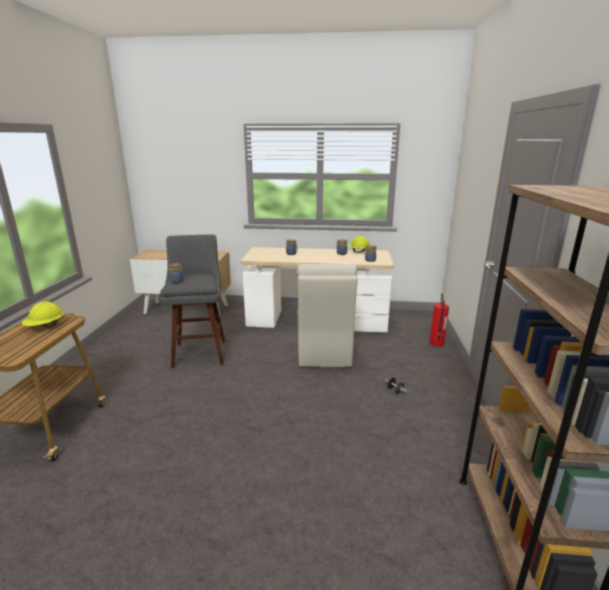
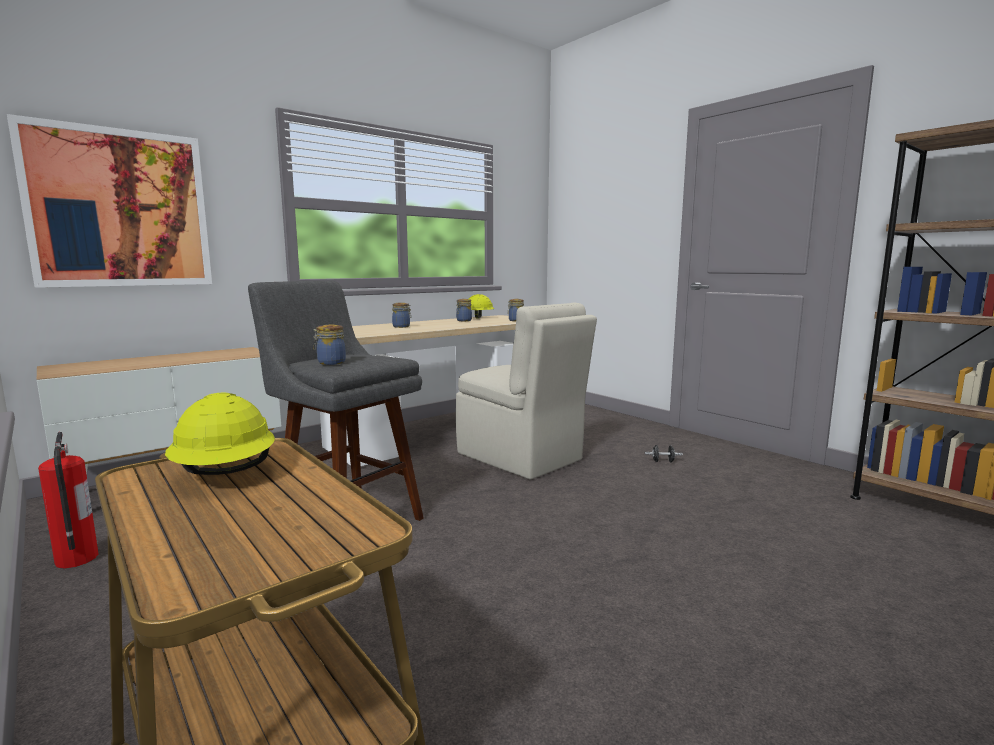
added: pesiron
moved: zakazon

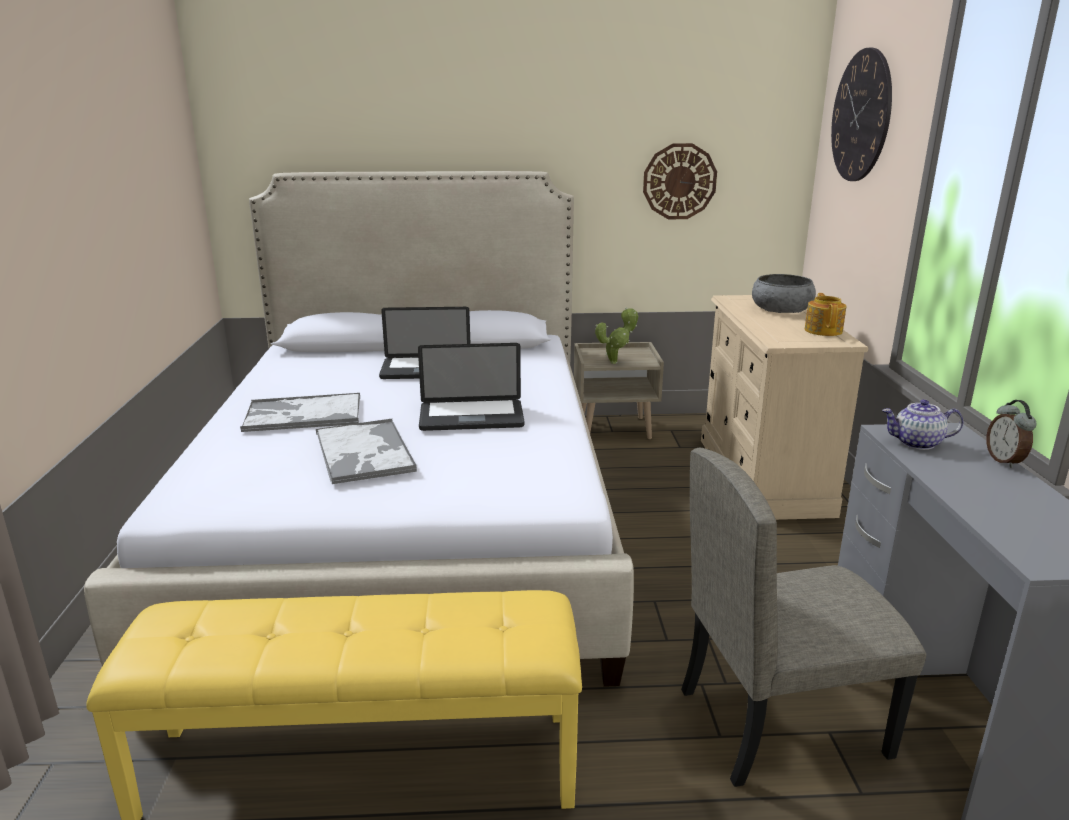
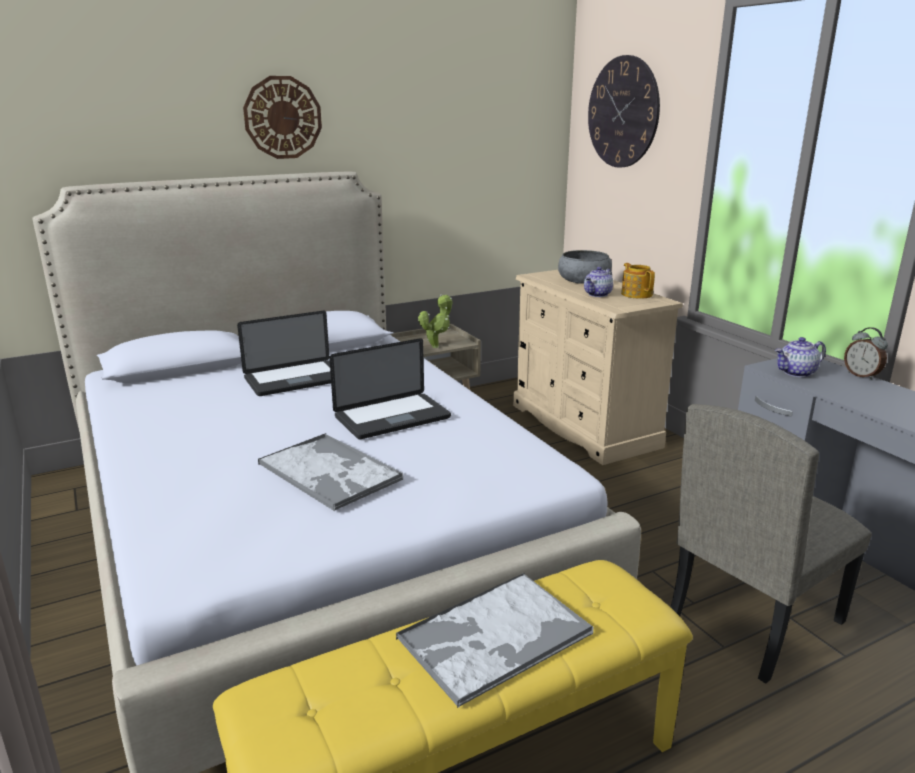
added: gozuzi (1st from left)
moved: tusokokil (1st from left in the first image) to tusokokil (2nd from left); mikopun (1st from left)

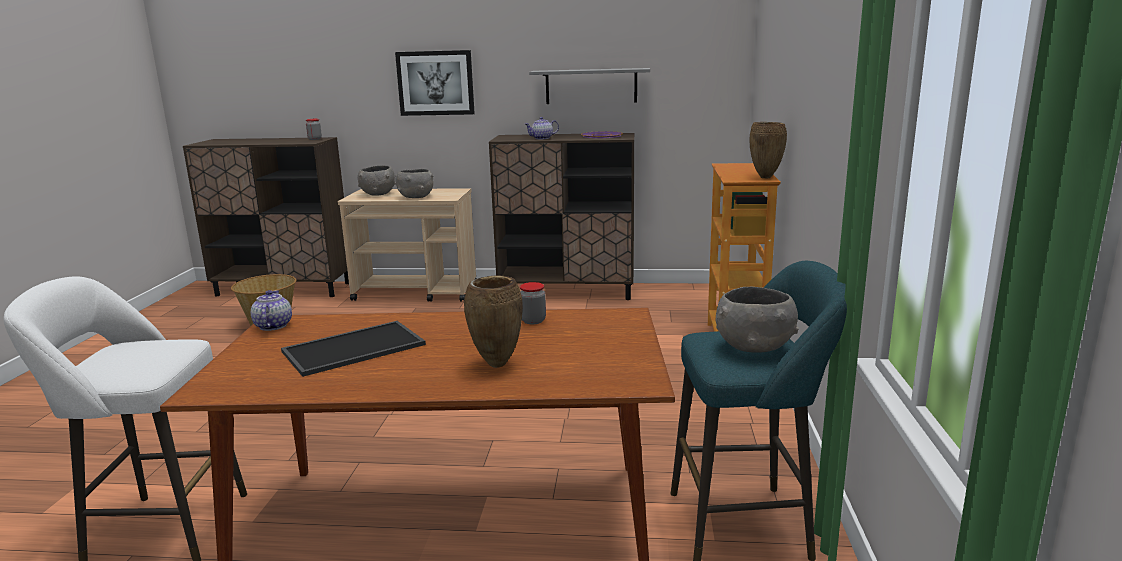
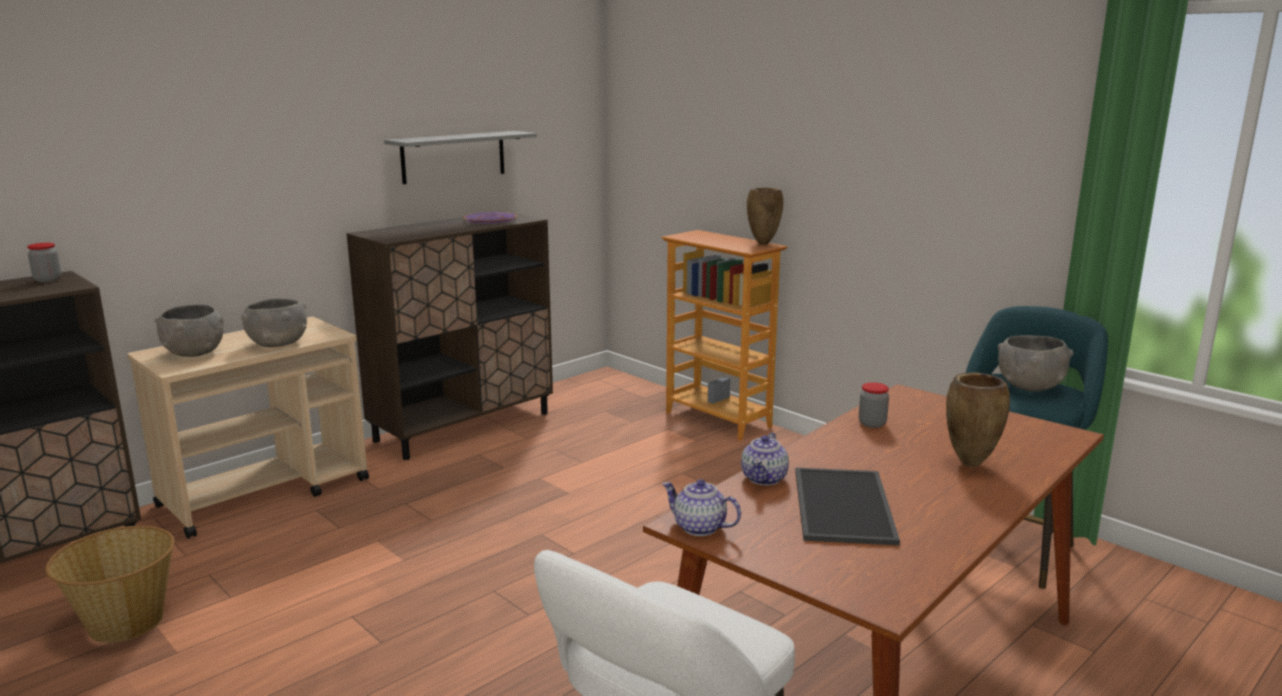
removed: pesiron
moved: gozuzi (2nd from left)

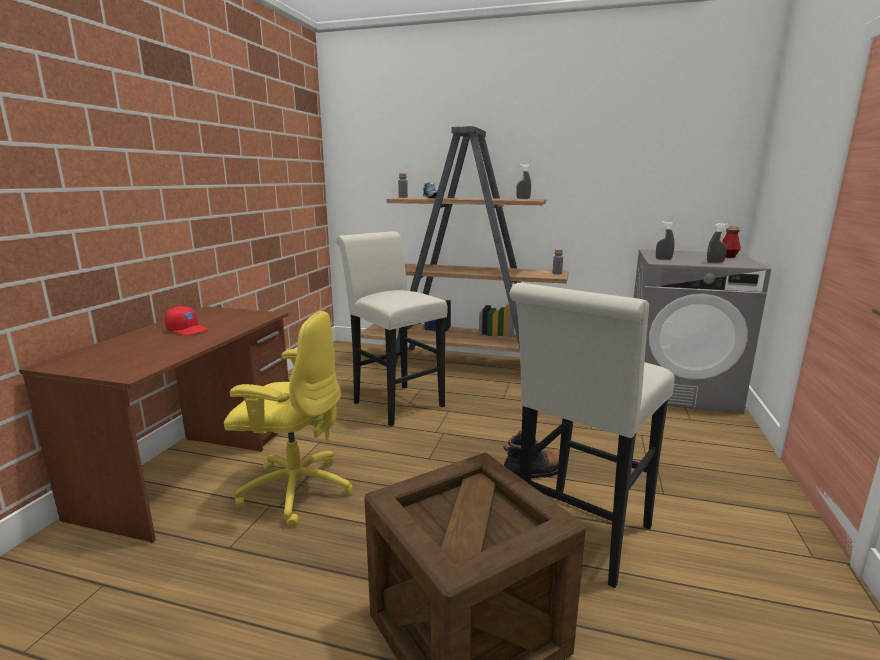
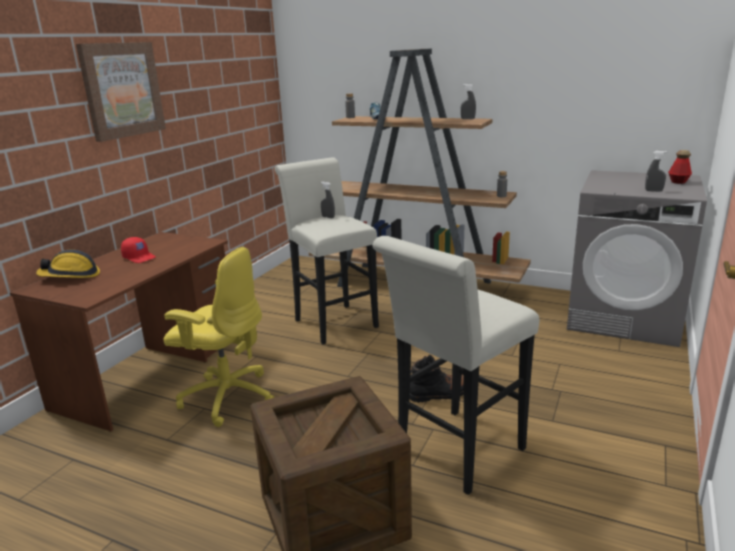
added: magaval; pesiron
moved: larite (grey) (2nd from left in the first image) to larite (grey) (1st from left)

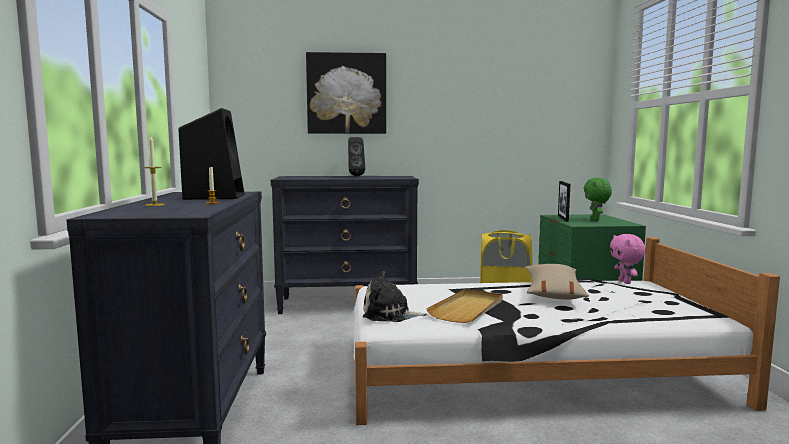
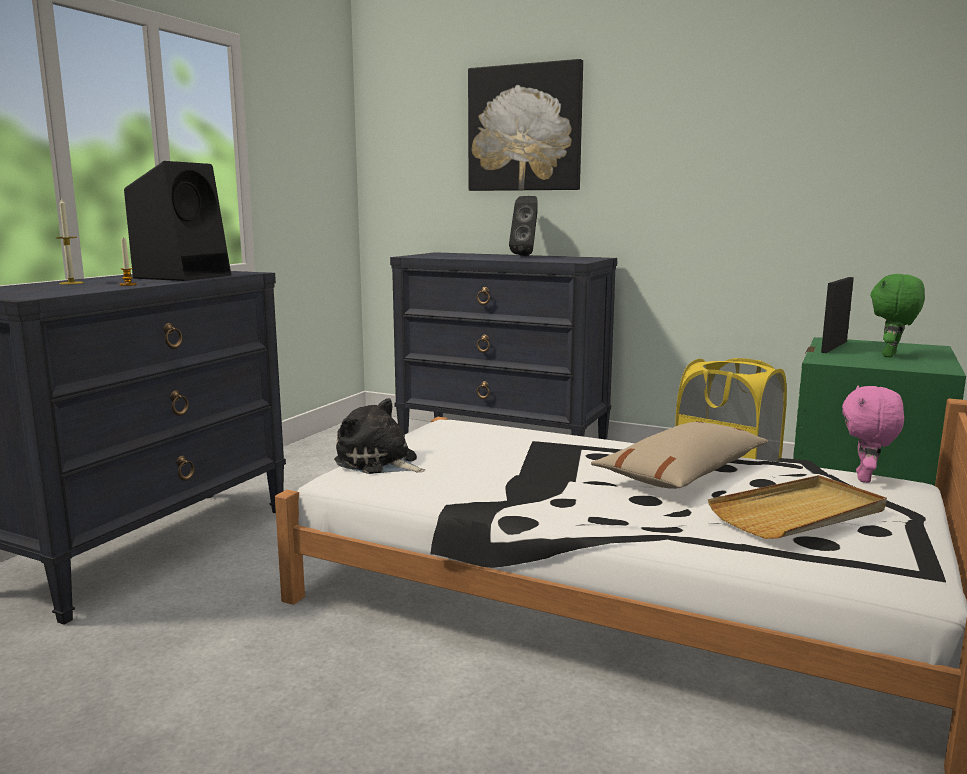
moved: tusokokil (beige)

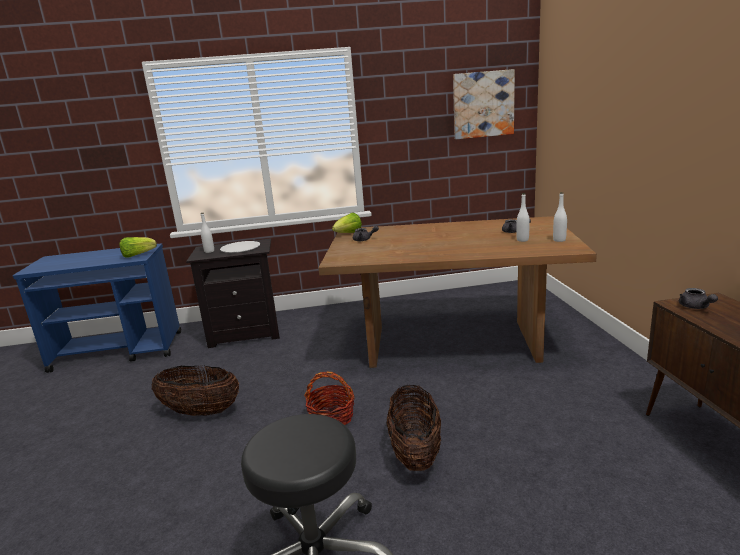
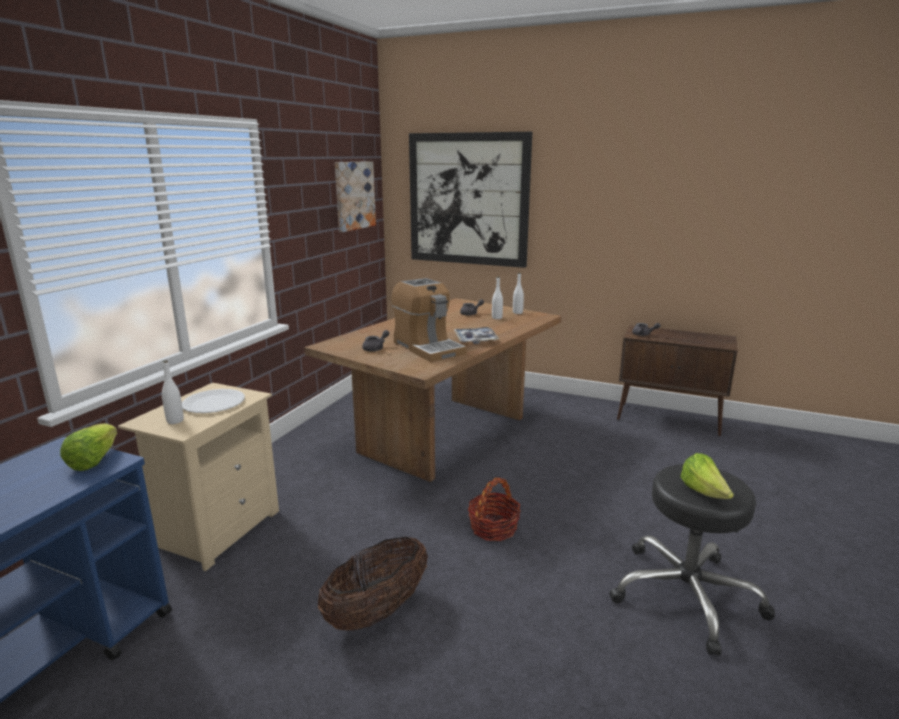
removed: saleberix (3rd from left)
added: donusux; pesiron (2nd from left); tusokokil
moved: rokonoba (2nd from left)
recoloured: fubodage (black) to fubodage (beige)

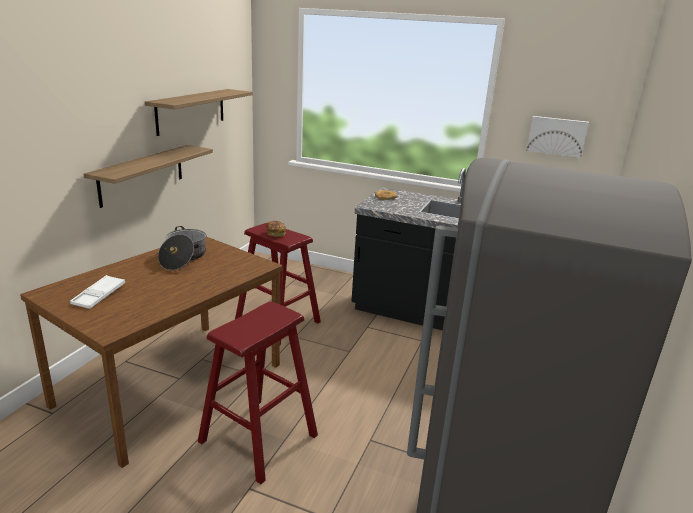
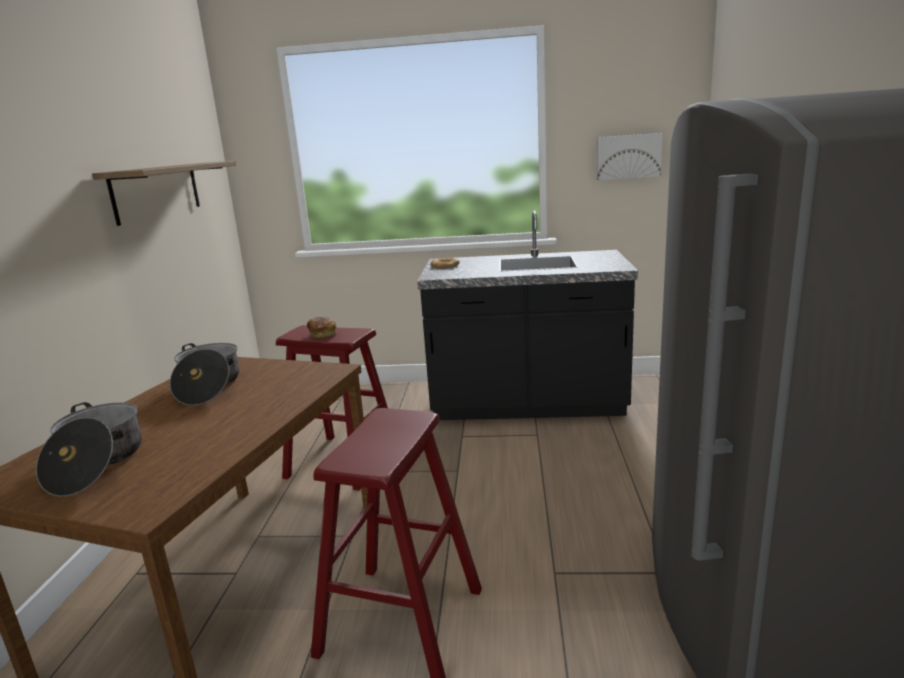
removed: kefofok (1st from left)
replaced: tusokokil (white) to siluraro (1st from left)

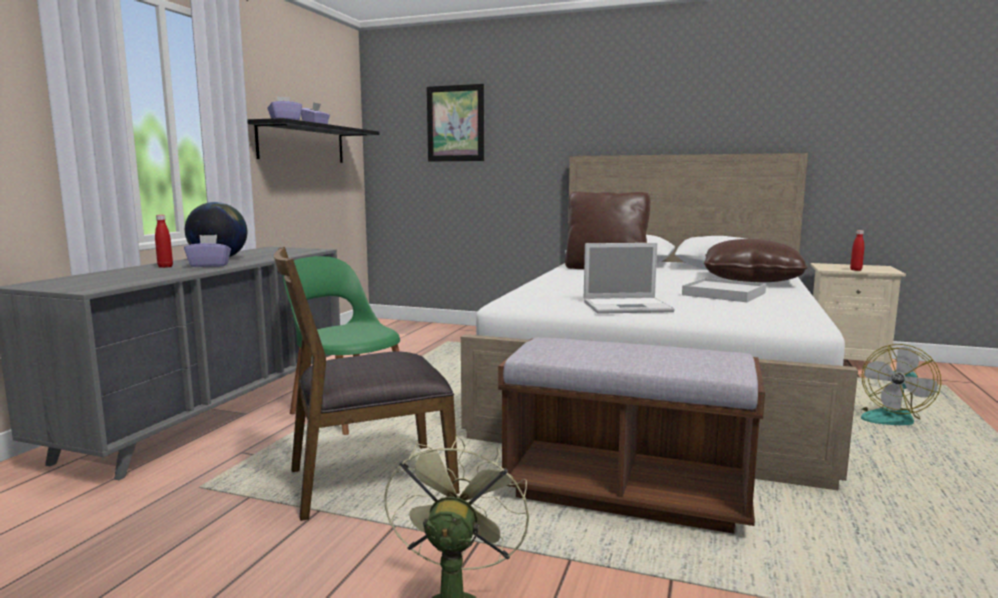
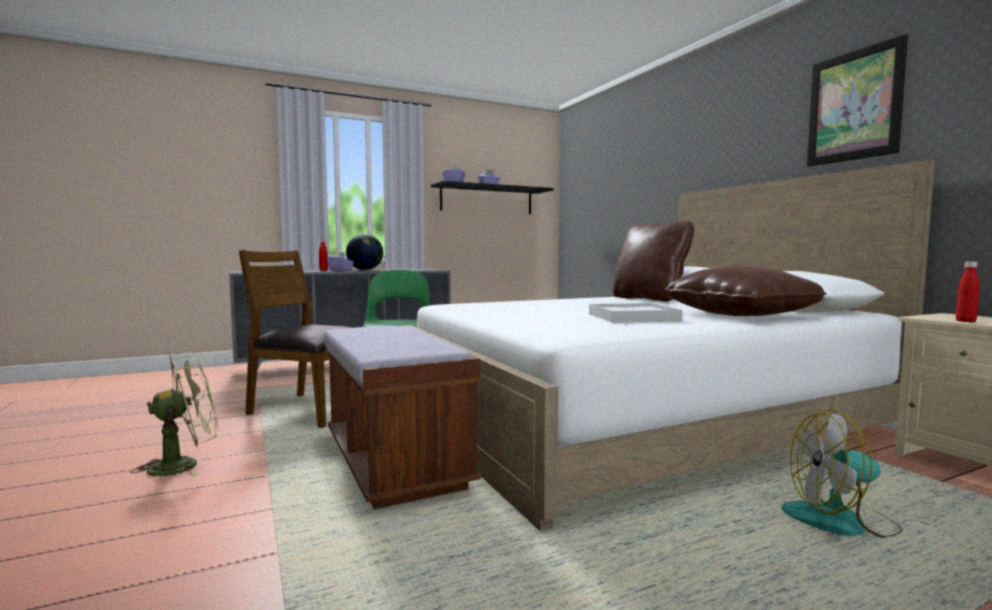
removed: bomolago
moved: pesiron

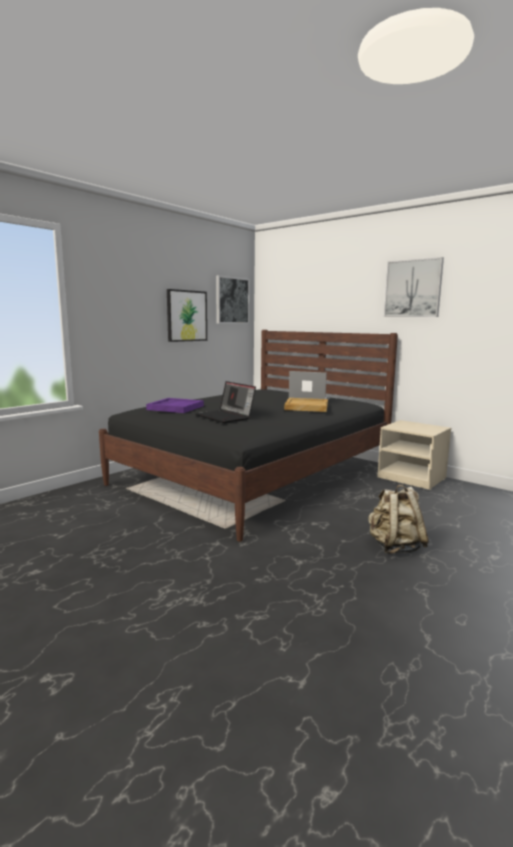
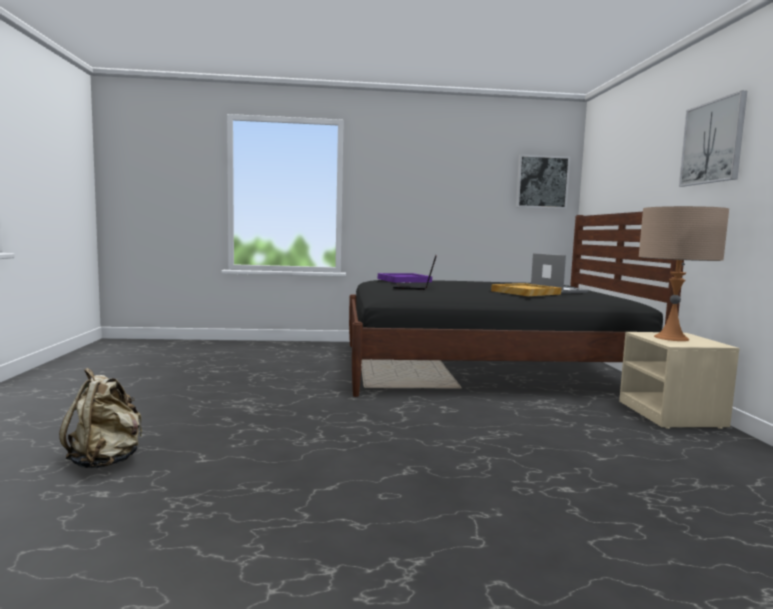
removed: pesiron (1st from left)
added: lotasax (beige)
moved: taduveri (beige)

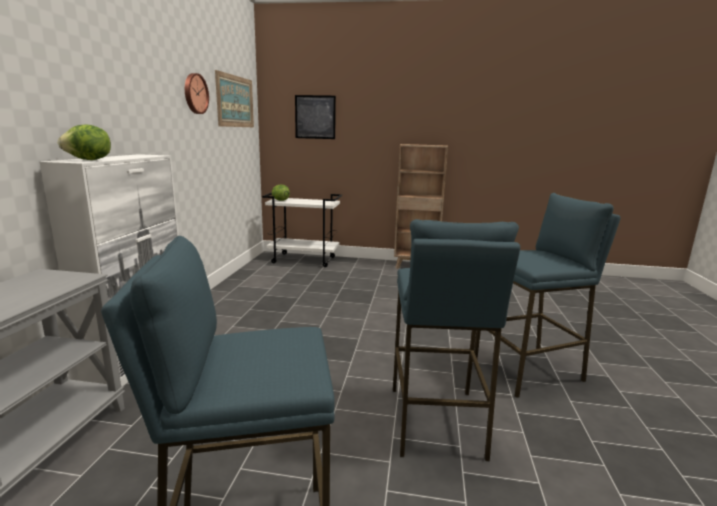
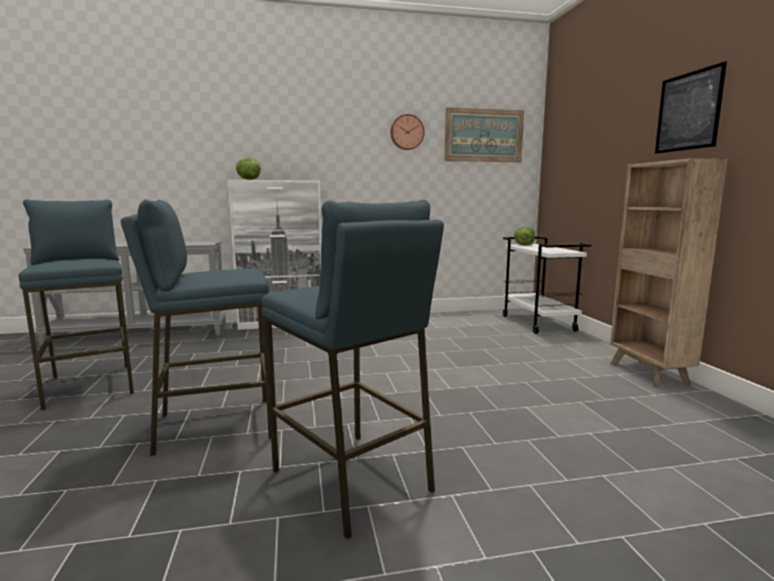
moved: pesiron (2nd from left)

